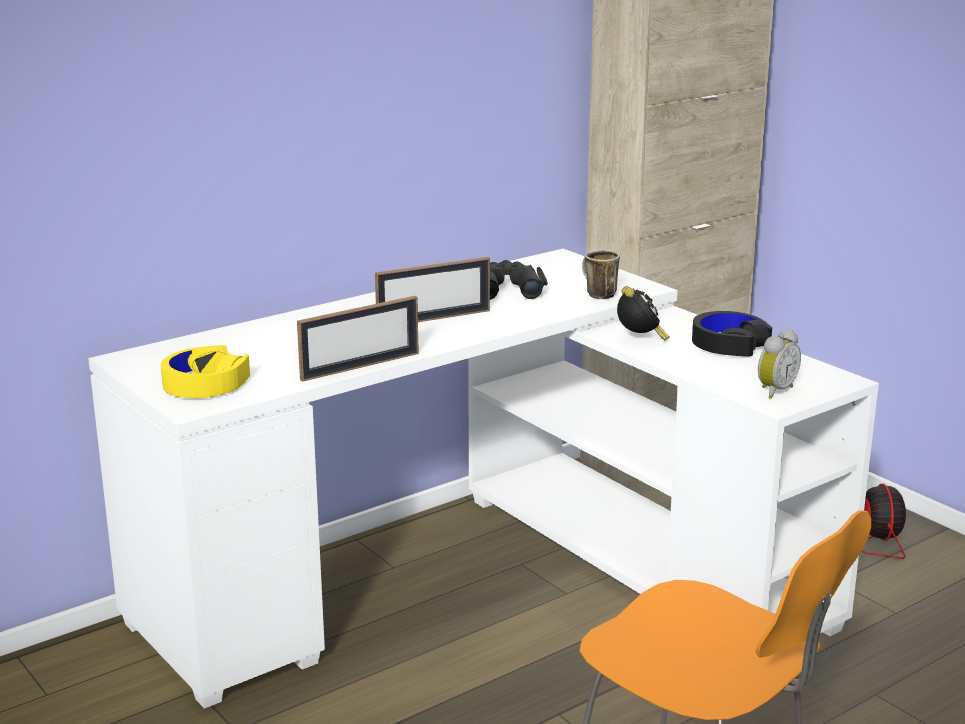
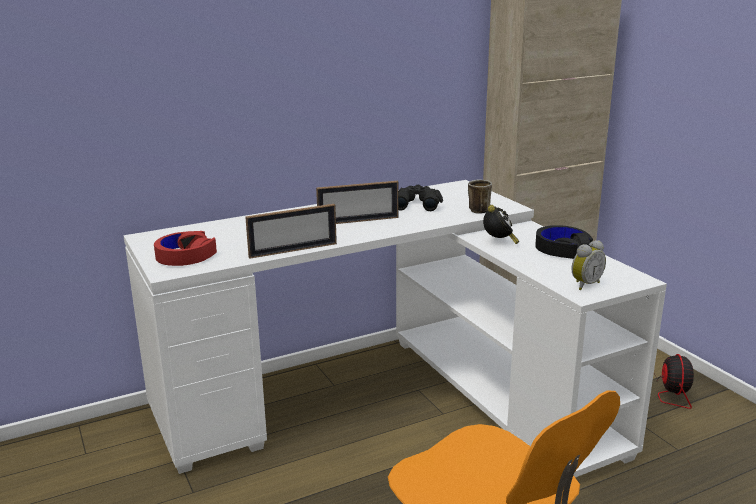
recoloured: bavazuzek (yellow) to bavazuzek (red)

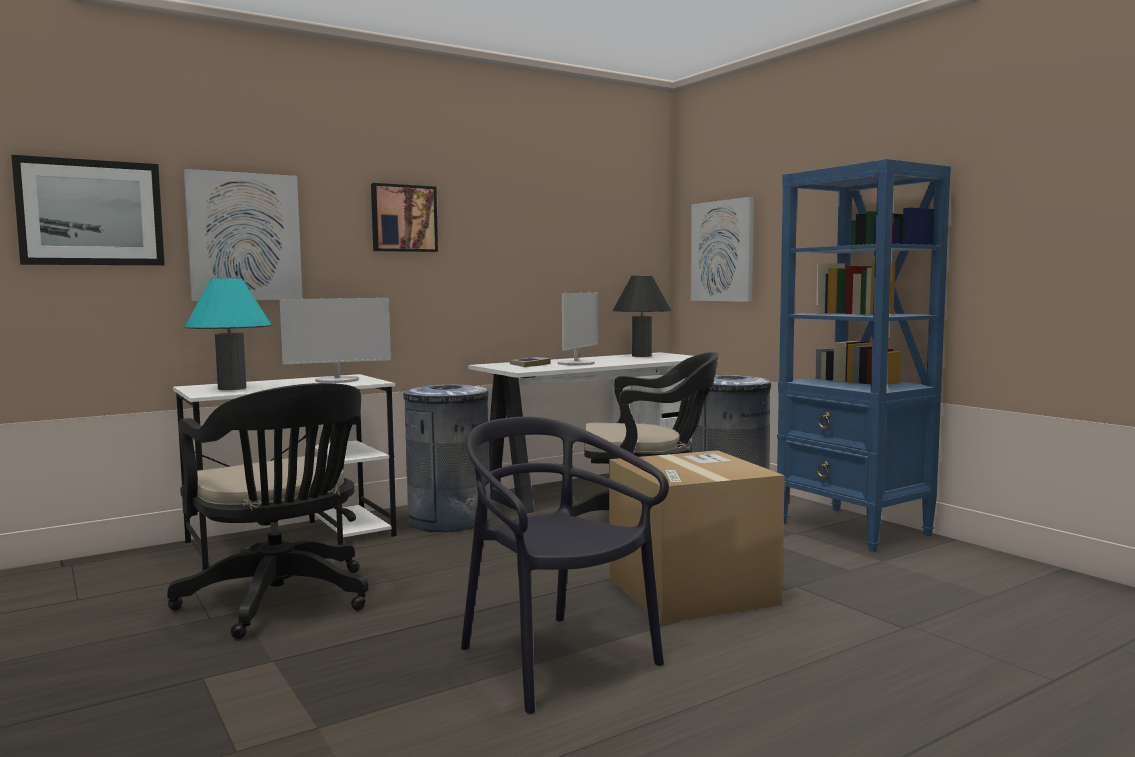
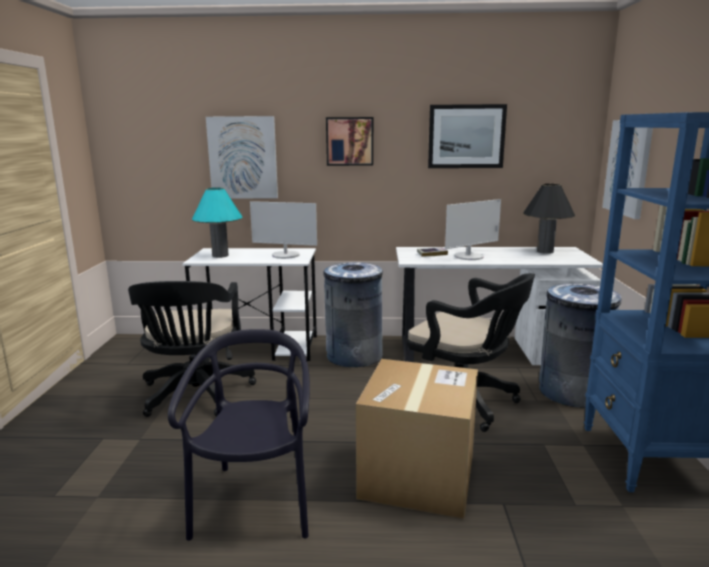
moved: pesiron (1st from left in the first image) to pesiron (3rd from left)

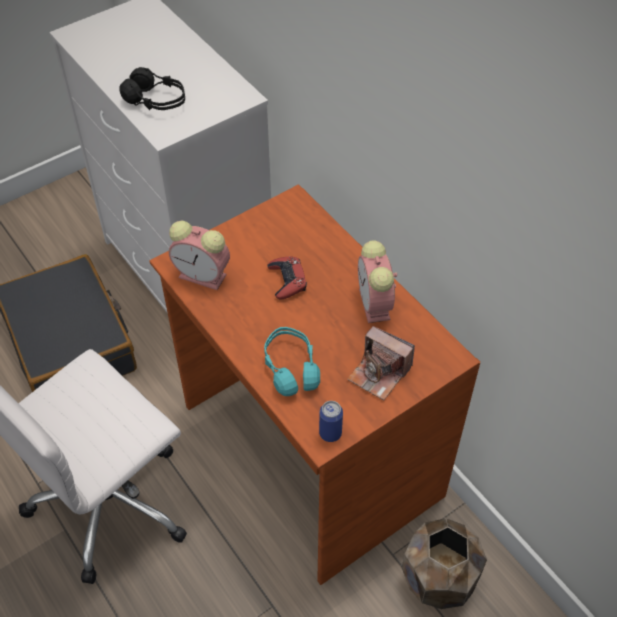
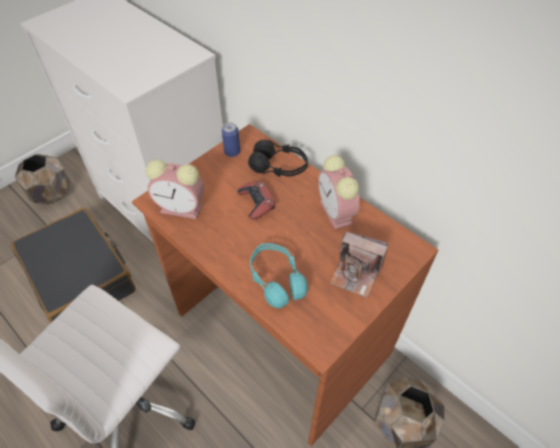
added: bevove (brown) (1st from left)
moved: bavazuzek (black); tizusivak

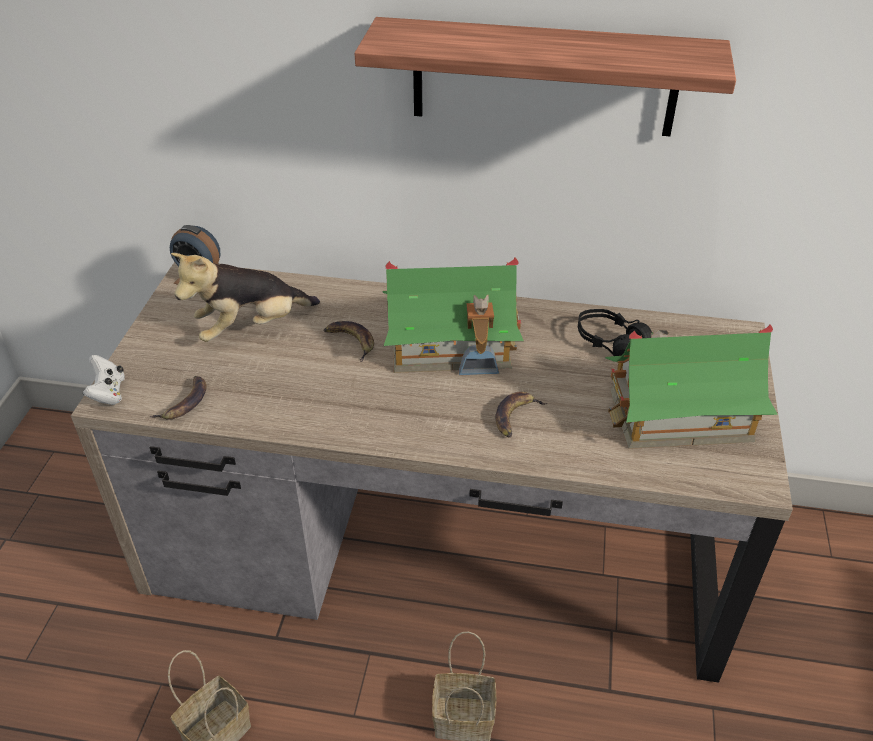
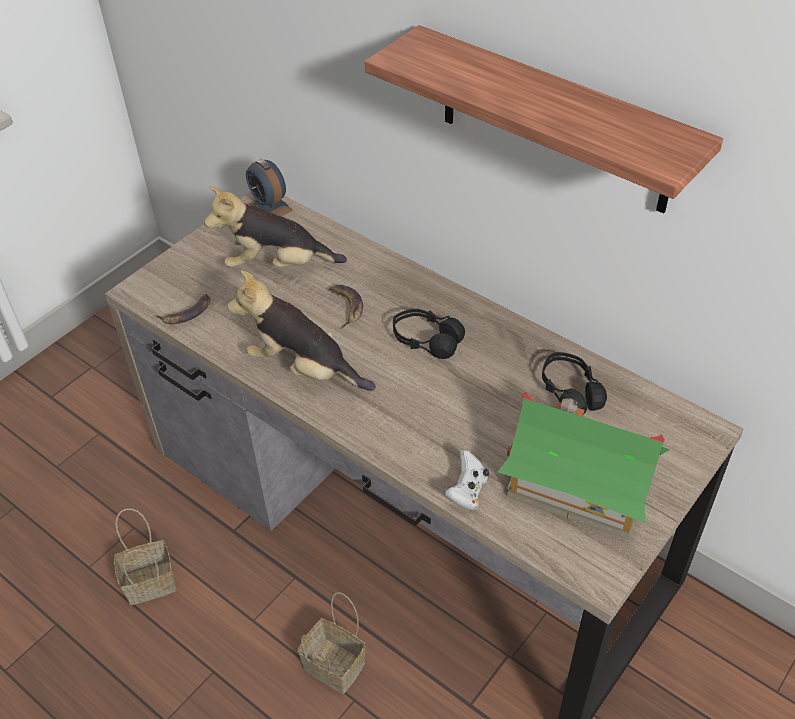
removed: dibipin (3rd from left)
added: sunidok (2nd from left)
moved: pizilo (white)
replaced: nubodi (1st from left) to bavazuzek (black) (1st from left)

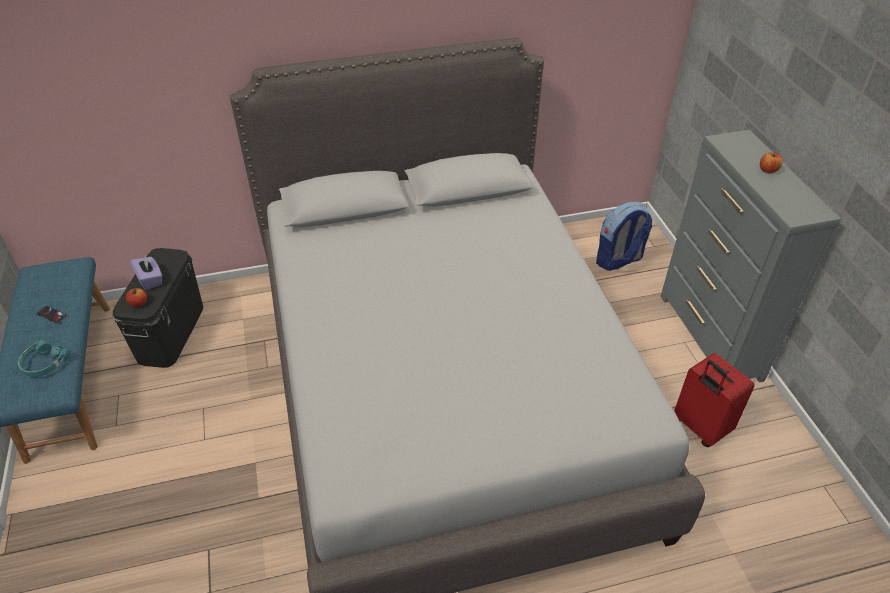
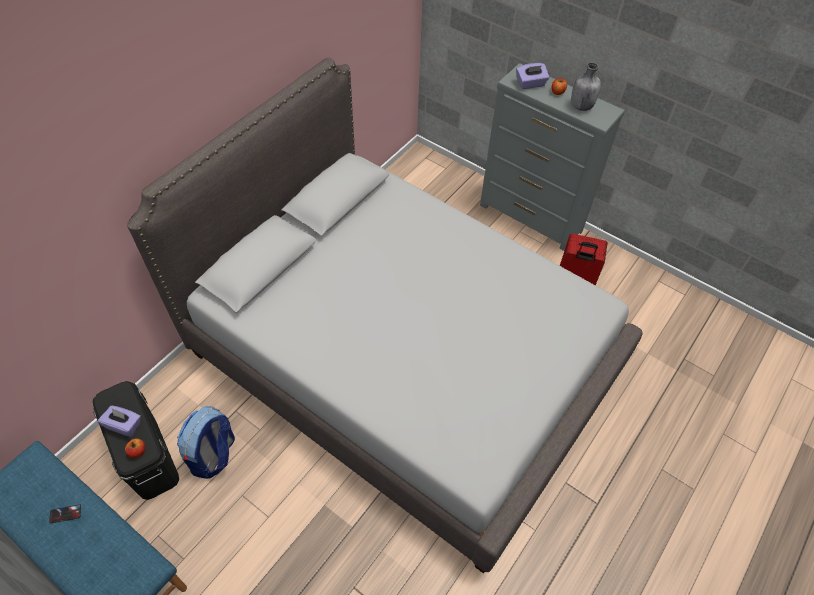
removed: bavazuzek (turquoise)
added: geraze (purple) (2nd from left); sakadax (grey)
moved: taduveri

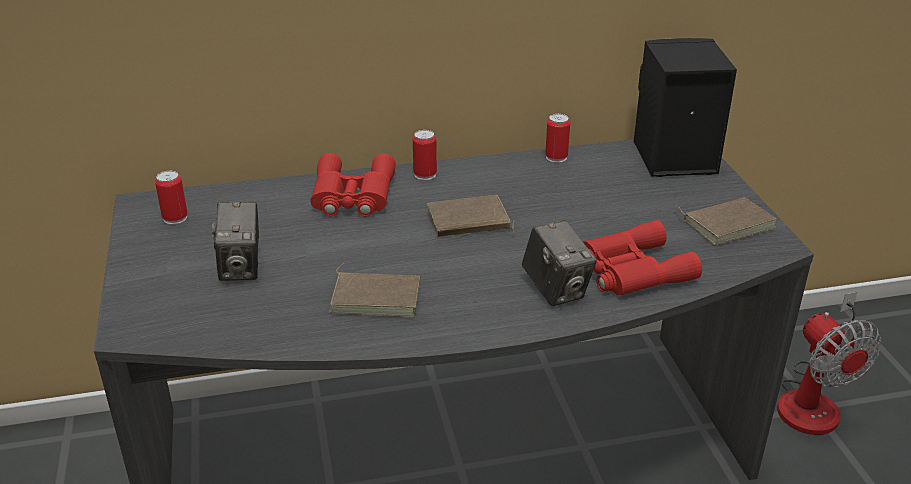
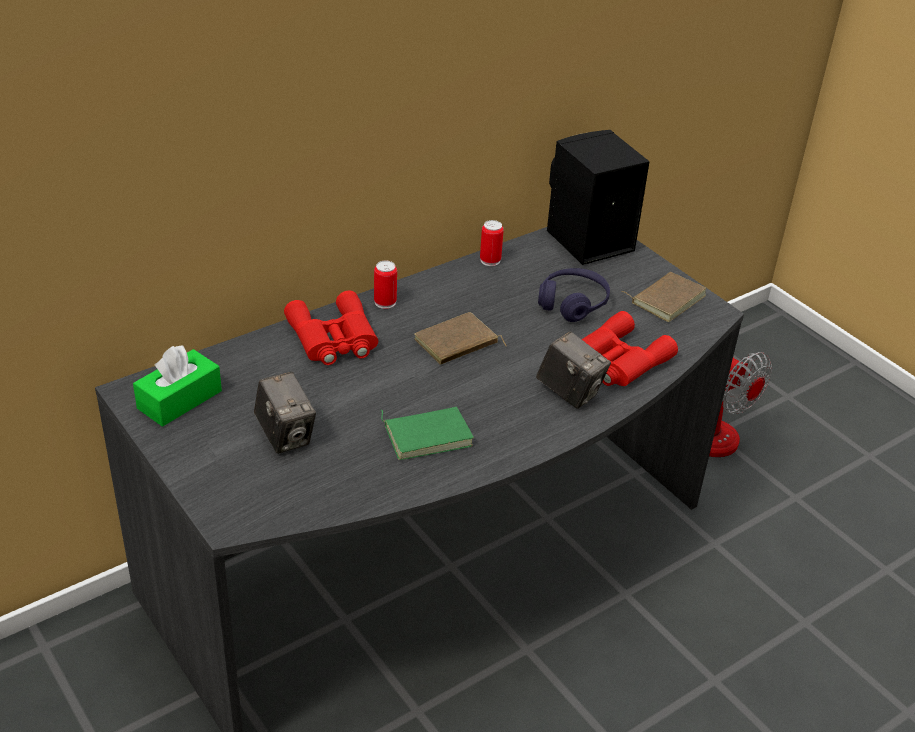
added: bavazuzek (purple)
replaced: tizusivak (1st from left) to geraze (green)
recoloured: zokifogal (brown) (1st from left) to zokifogal (green)

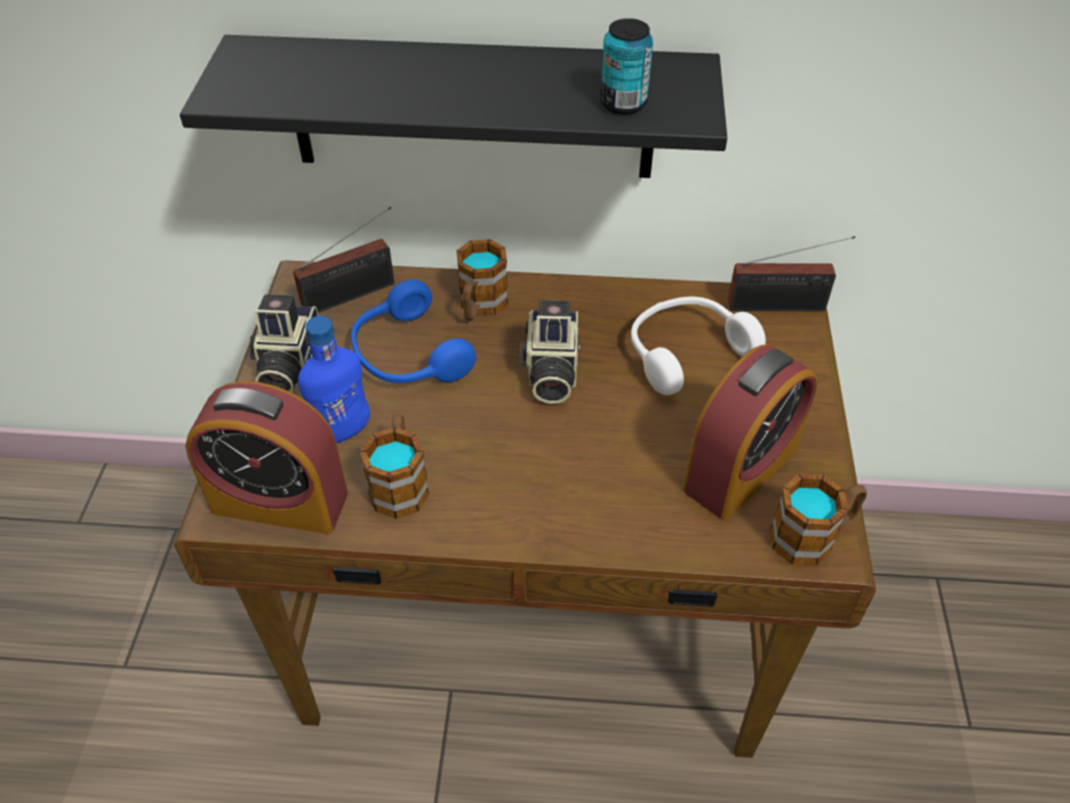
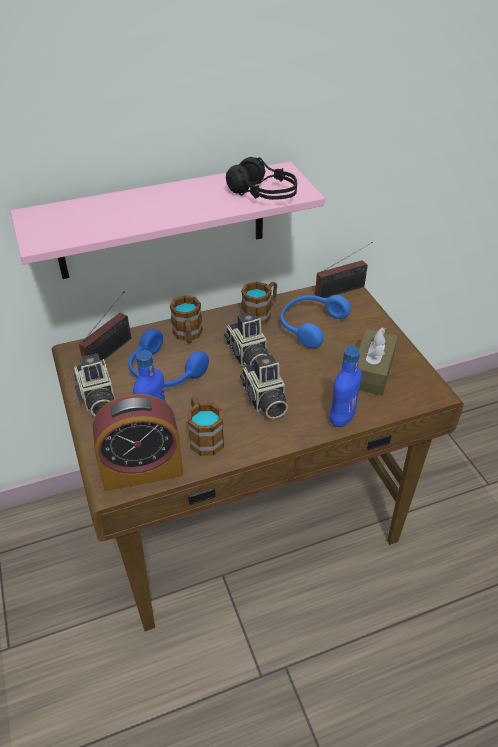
added: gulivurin (3rd from left); sakadax (blue) (2nd from left)
moved: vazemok (3rd from left)
replaced: tizusivak to bavazuzek (black); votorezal (2nd from left) to geraze (brown)
recoloured: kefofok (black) to kefofok (pink); bavazuzek (white) to bavazuzek (blue) (2nd from left)

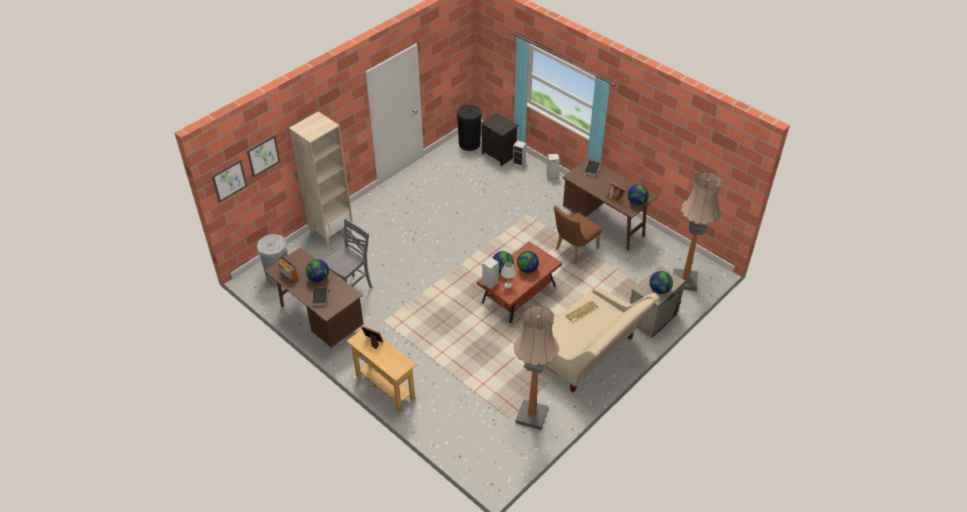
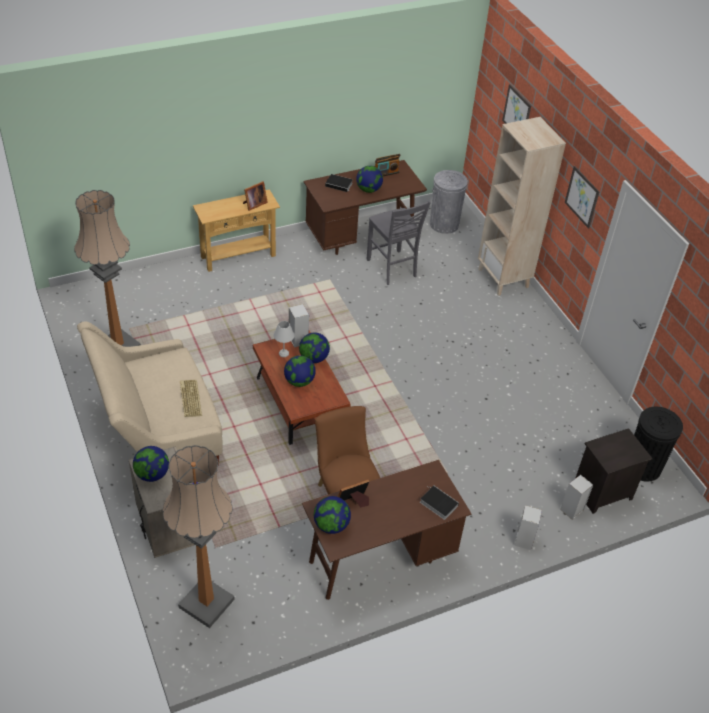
moved: pesiron (1st from left in the first image) to pesiron (2nd from left)

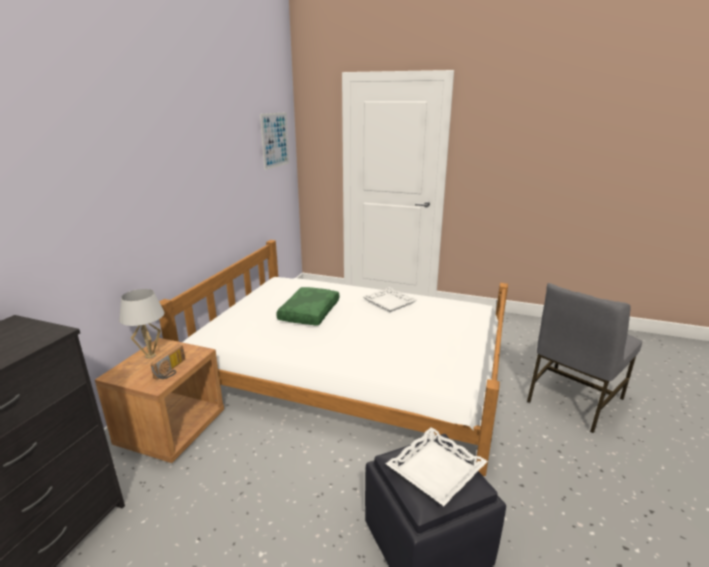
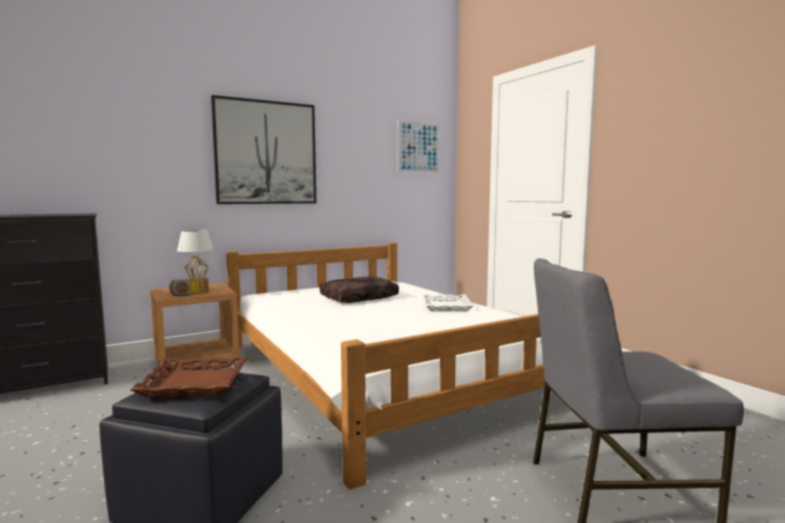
added: pesiron (1st from left)
recoloured: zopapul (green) to zopapul (brown); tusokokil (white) (2nd from left) to tusokokil (brown)

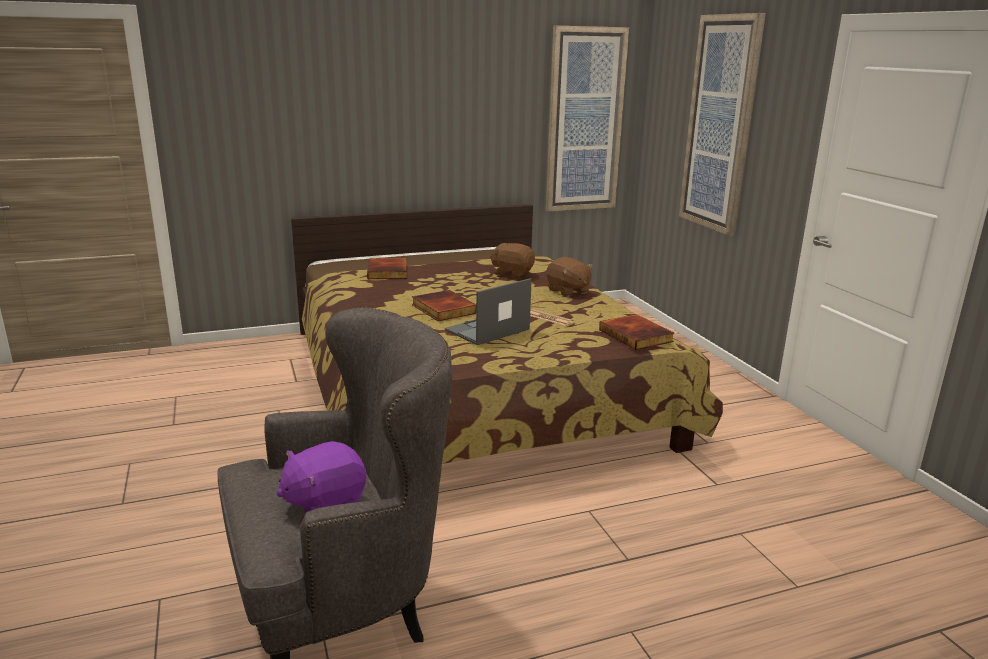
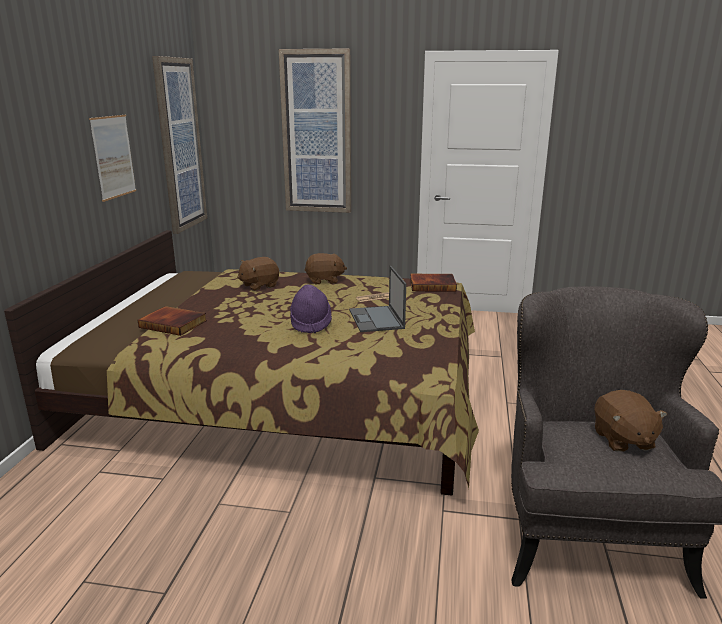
added: pesiron (1st from left)
replaced: zokifogal (2nd from left) to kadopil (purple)
recoloured: sunidok (purple) to sunidok (brown) (3rd from left)

